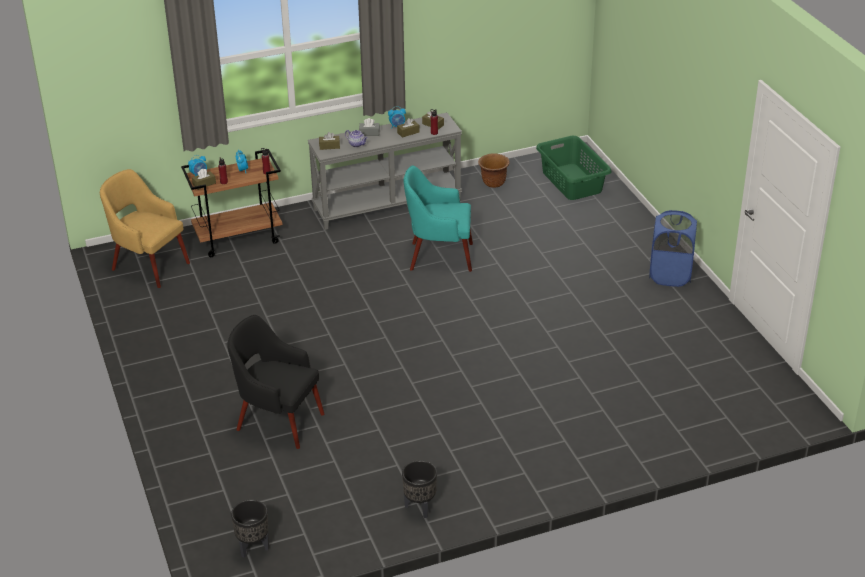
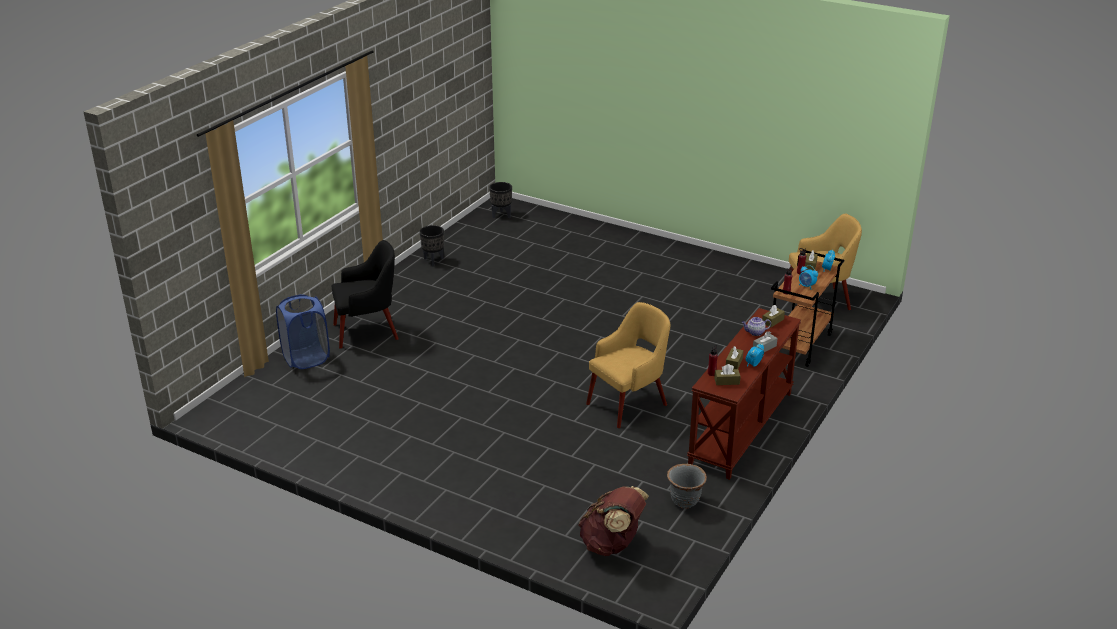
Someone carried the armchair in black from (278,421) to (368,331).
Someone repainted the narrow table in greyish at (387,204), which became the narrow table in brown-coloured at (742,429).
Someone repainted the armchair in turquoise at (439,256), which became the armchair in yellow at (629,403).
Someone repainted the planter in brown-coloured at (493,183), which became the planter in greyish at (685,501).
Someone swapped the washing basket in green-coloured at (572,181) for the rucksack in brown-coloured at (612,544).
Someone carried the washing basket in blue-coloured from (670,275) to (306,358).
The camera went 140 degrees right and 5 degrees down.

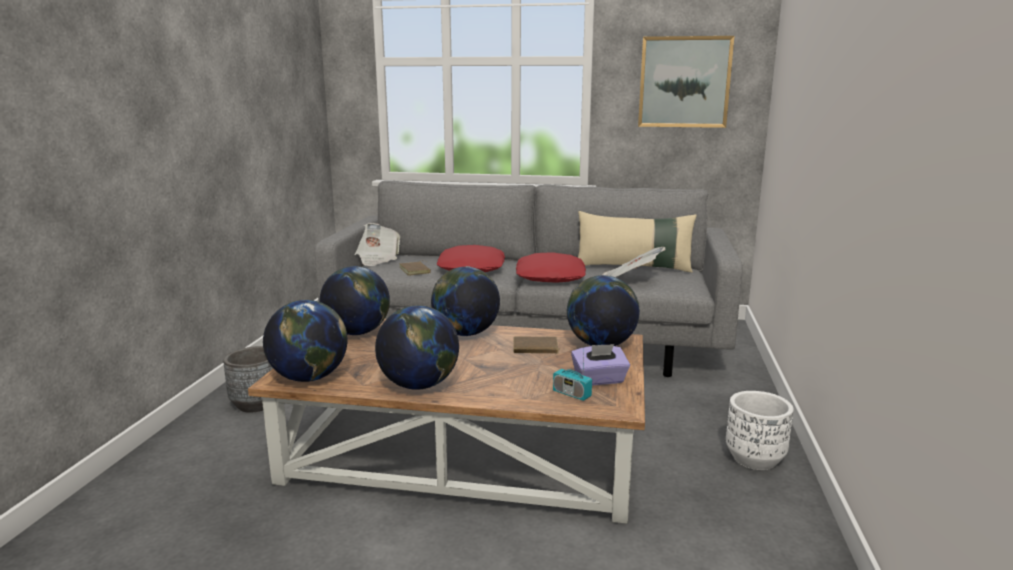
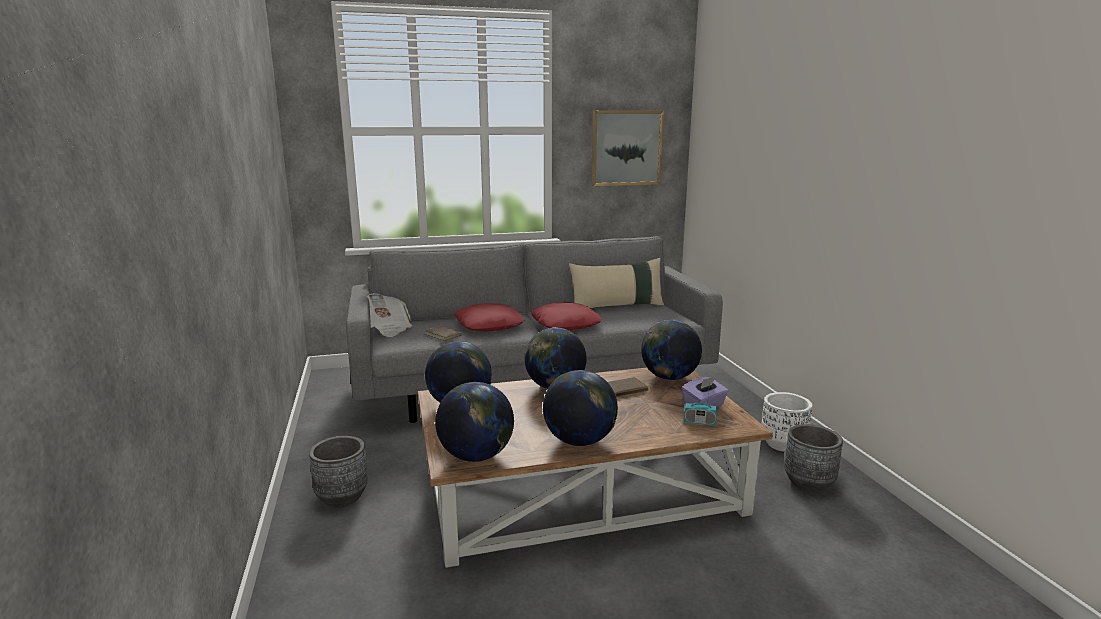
Someone took away the printed paper at (630,279).
Someone put down the planter in greyish at (809,483).
The camera went 25 degrees left and 0 degrees up.

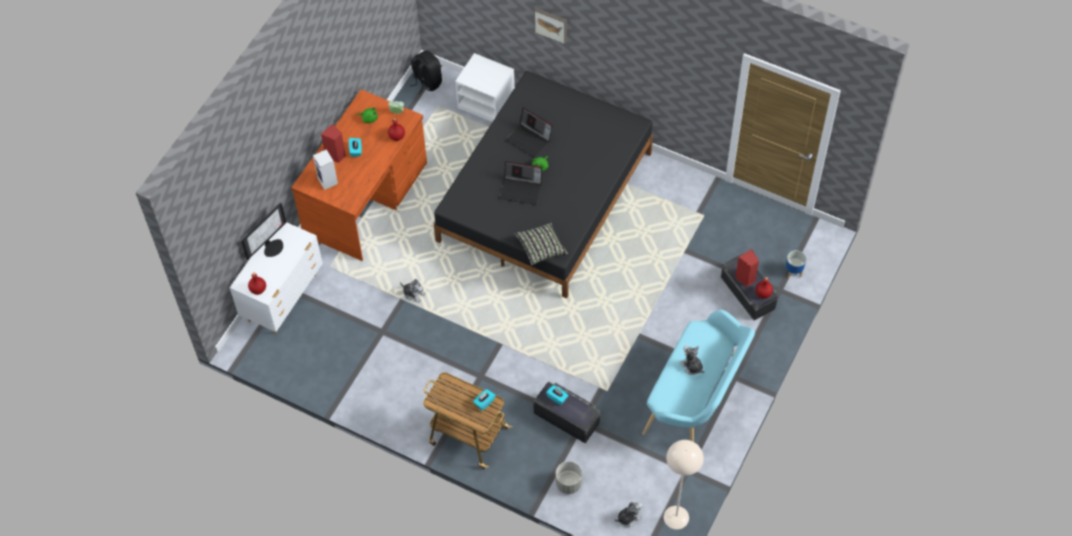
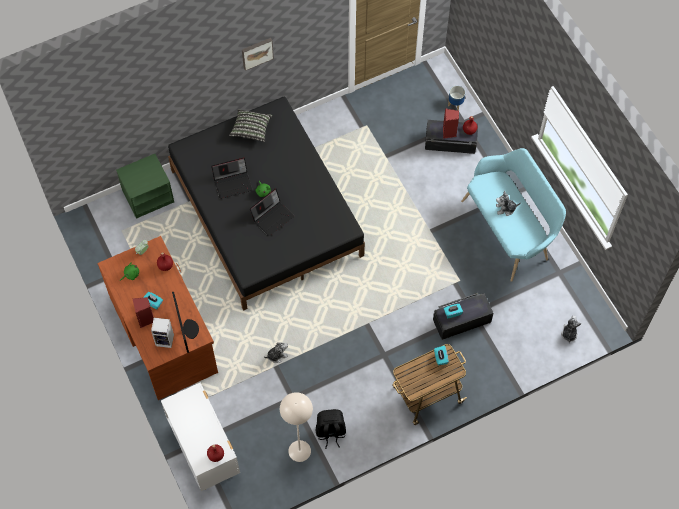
Someone carried the computer display from (272,246) to (188,329).
Someone carried the rucksack in black from (426,82) to (330,432).
Someone repainted the night table in white at (487,102), which became the night table in green-coloured at (148,195).
Someone carried the pillow from (541,248) to (251,129).
Someone carried the wall art from (551,24) to (257,52).
Someone took away the planter in greyish at (568,484).
Someone carried the standard lamp in beige-coloured from (676,517) to (299,451).
The camera went 55 degrees left and 5 degrees up.

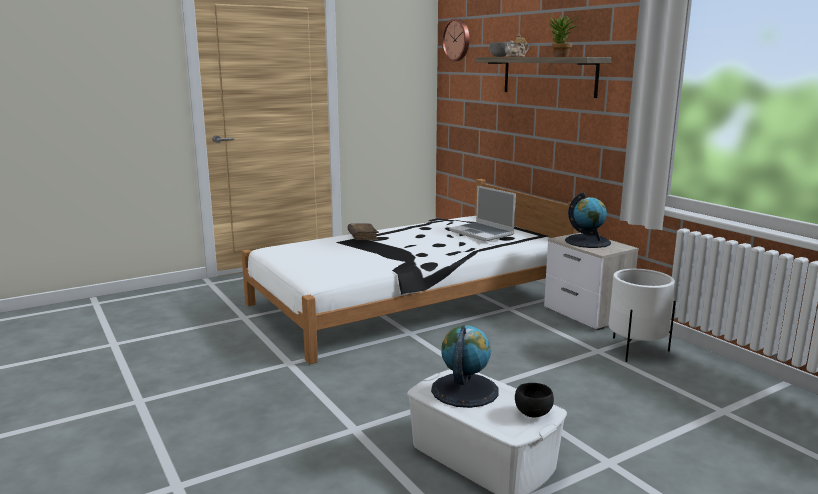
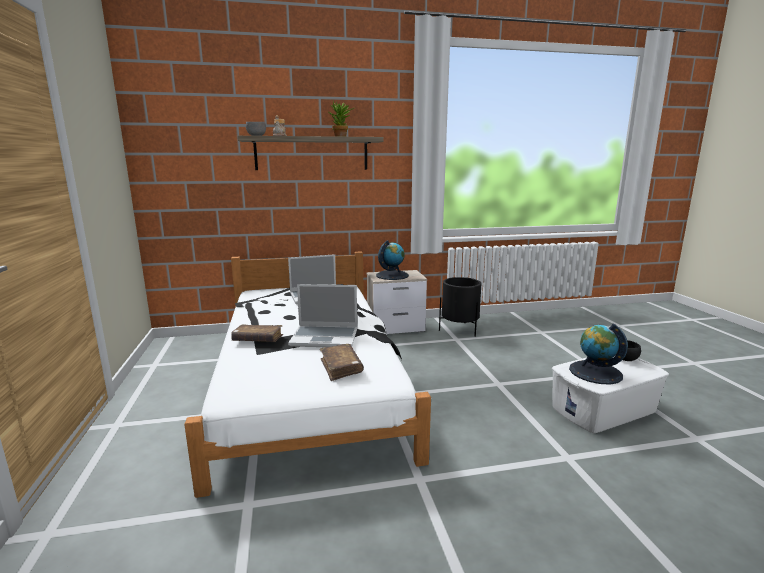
Someone took away the clock on the wall at (457,40).
Someone repainted the planter in white at (636,350), which became the planter in black at (459,329).
Someone put down the laptop at (325,337).
Someone put down the volume in brown-coloured at (341,367).
The camera went 70 degrees left and 0 degrees up.

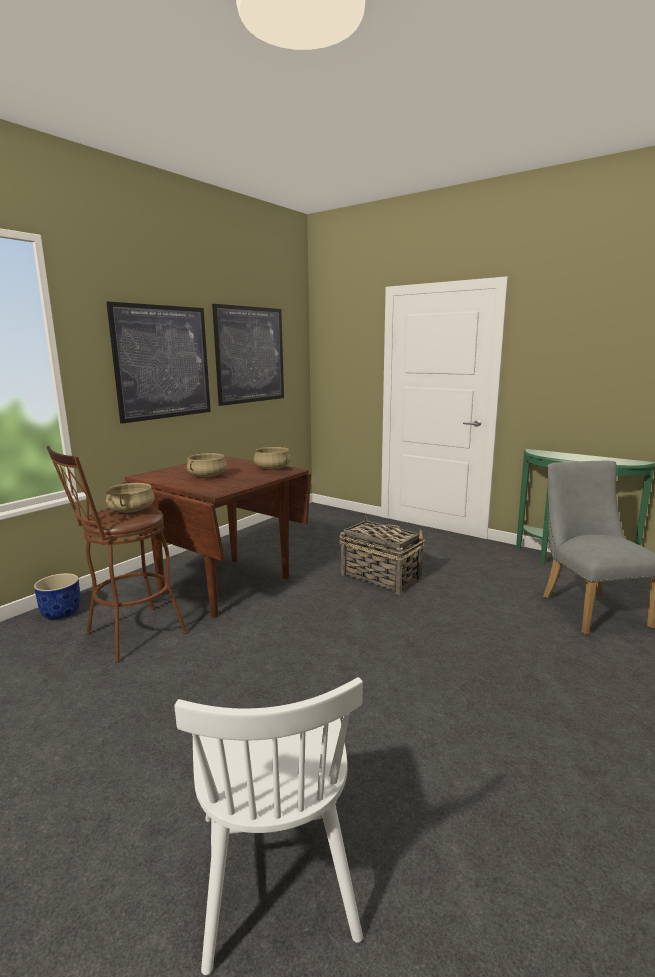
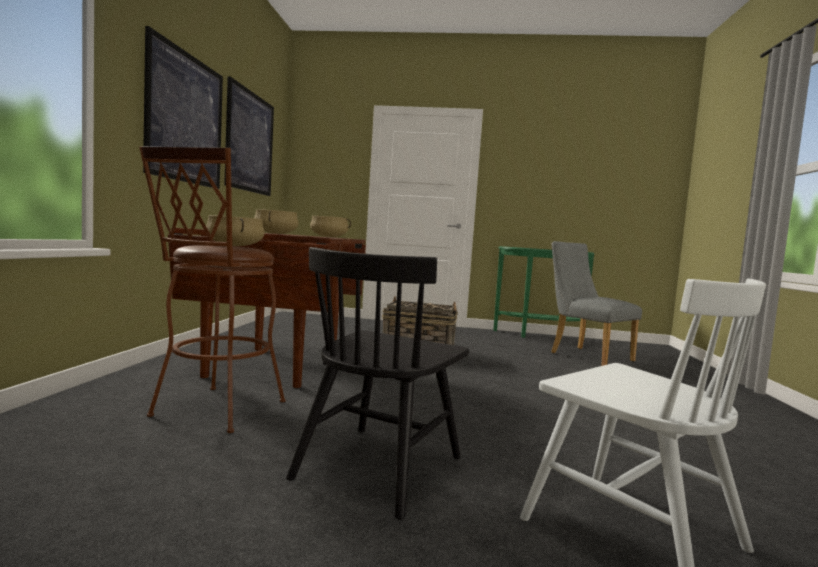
Someone took away the planter in blue-coloured at (62,612).
Someone put down the plain chair in black at (378,467).
The camera went 30 degrees left and 10 degrees down.

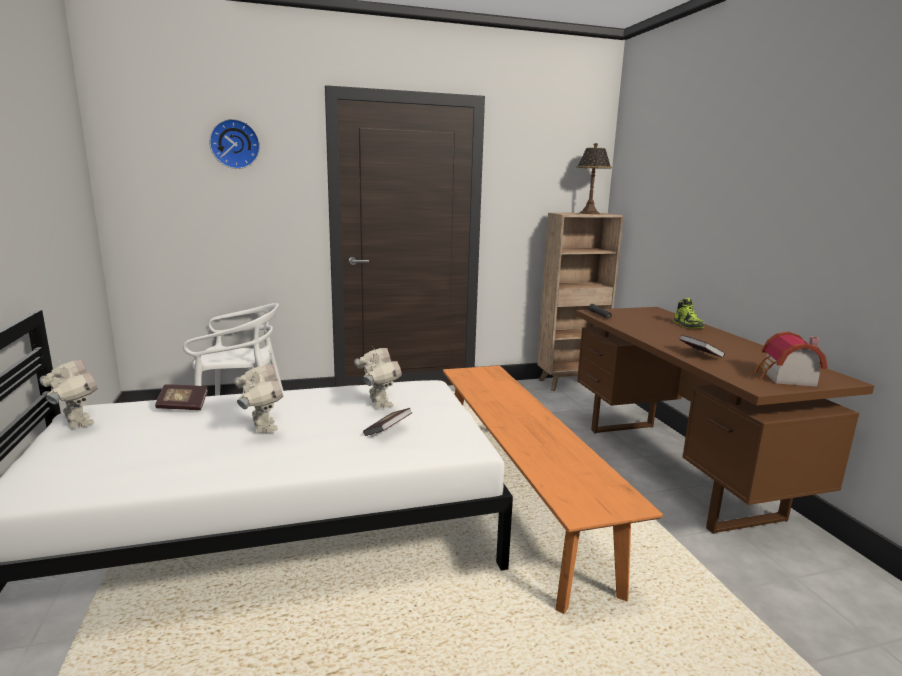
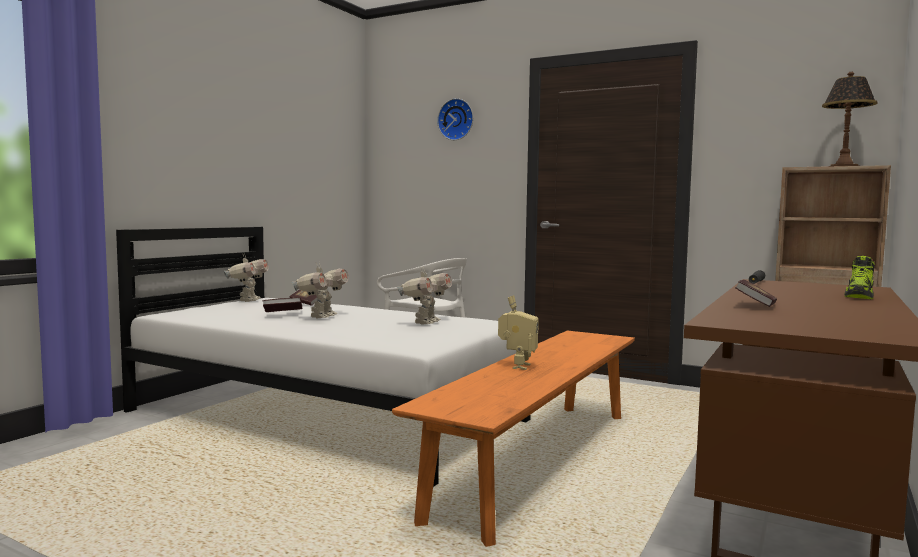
Someone carried the volume from (388,431) to (283,313).
Someone took away the miniature house at (785,378).
Someone put down the toy robot at (517,366).
The camera went 45 degrees right and 10 degrees down.

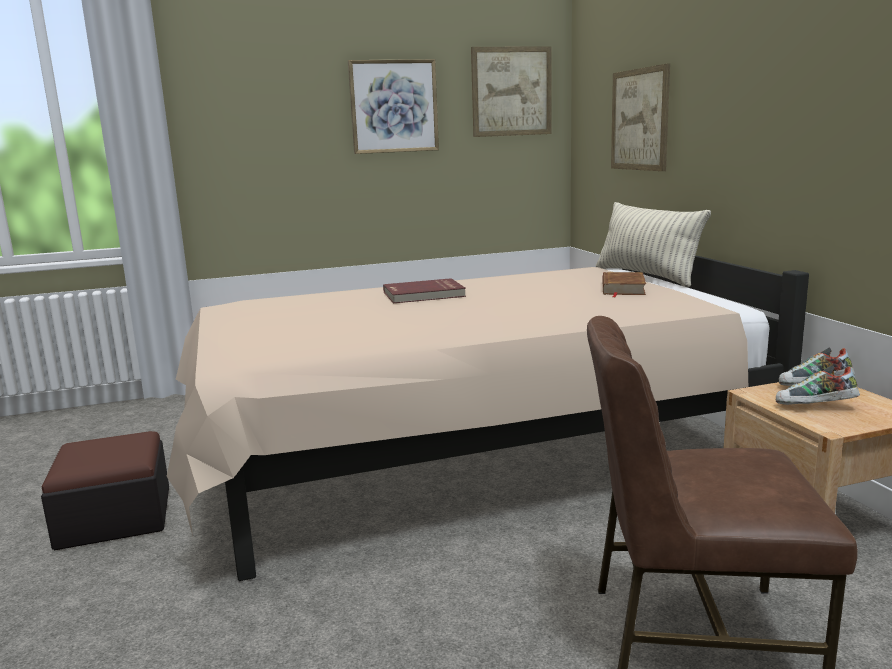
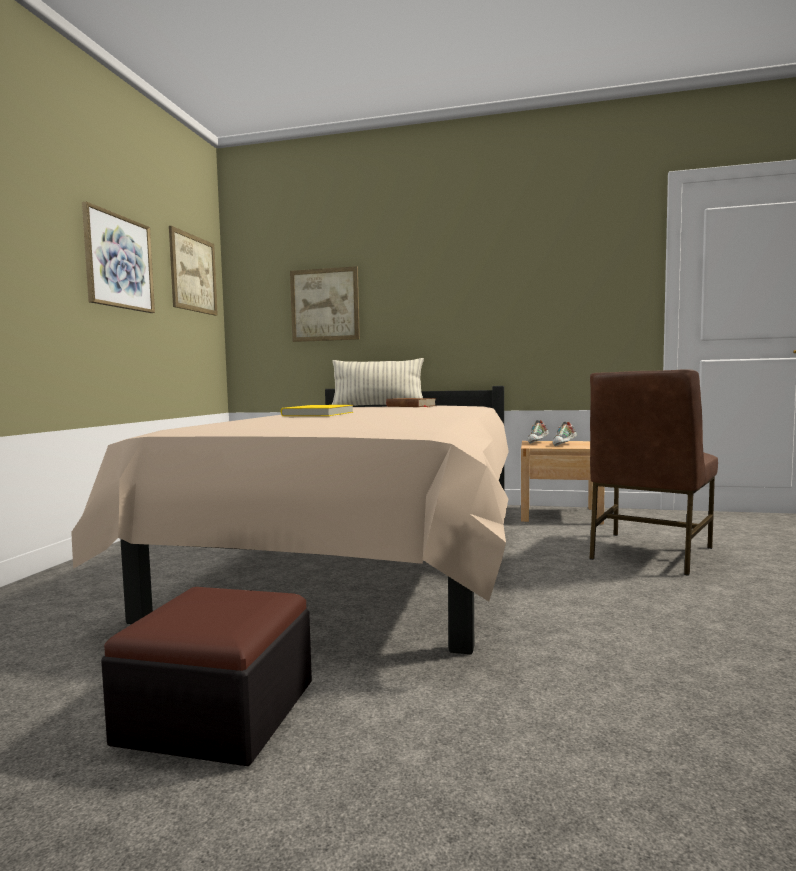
Someone repainted the volume in red-coloured at (424,294), which became the volume in yellow at (320,414).
The camera went 60 degrees left and 10 degrees down.

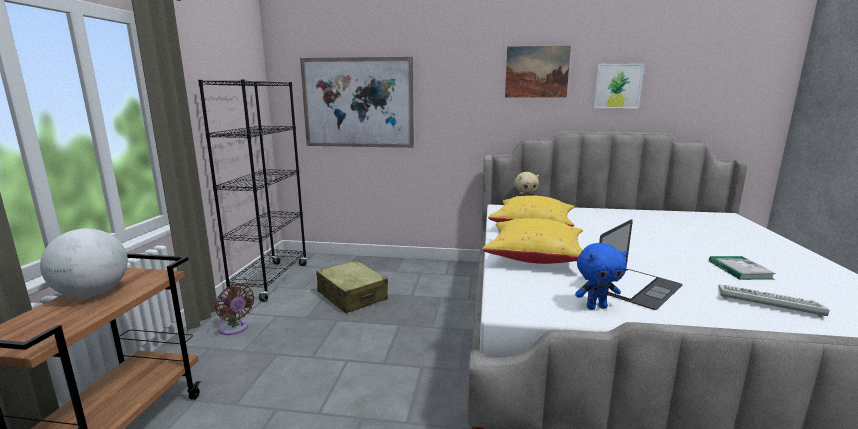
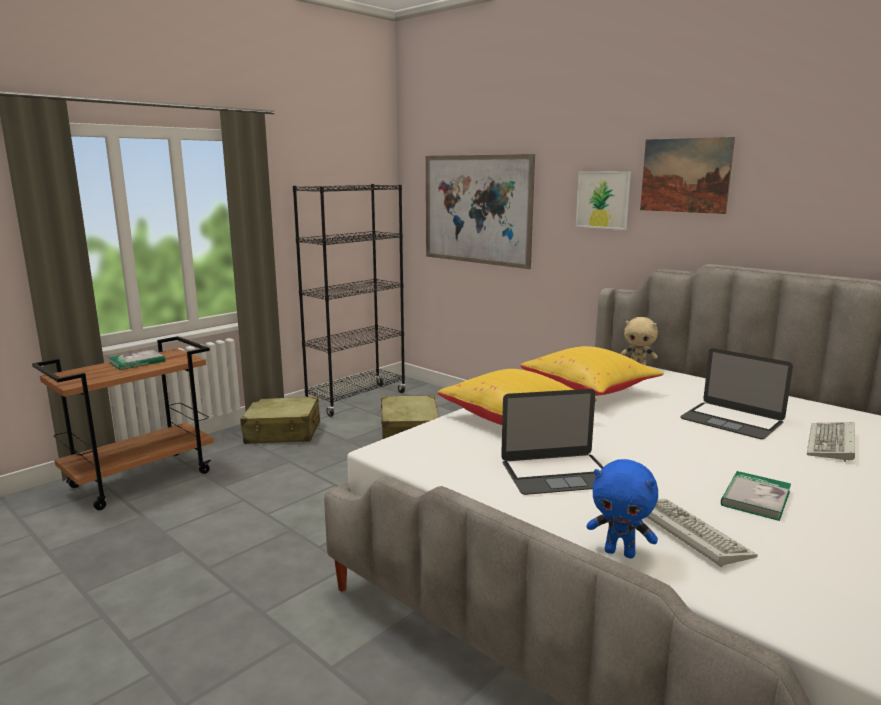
Someone swapped the globe at (92,294) for the volume at (137,362).
Someone swapped the electric fan in brown-coloured at (235,329) for the piece of luggage in beige-coloured at (283,432).
Someone carried the cuddly toy in blue-coloured from (596,307) to (620,552).
Someone carried the wall art from (617,86) to (603,200).
Someone put down the laptop at (731,420).
Someone put down the PC keyboard at (832,445).
The camera went 35 degrees right and 0 degrees up.

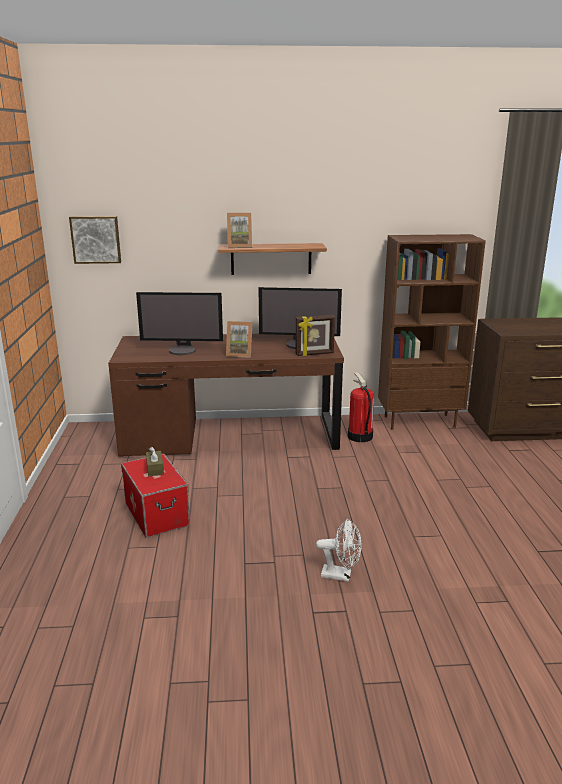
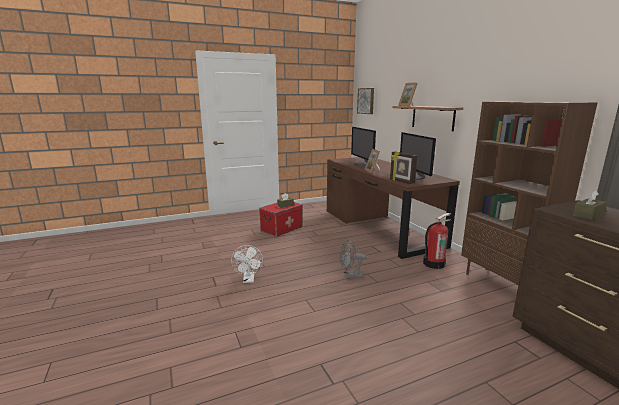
Someone put down the electric fan in greyish at (350,276).
Someone put down the tissue box in brown-coloured at (588,215).
The camera went 70 degrees right and 5 degrees down.

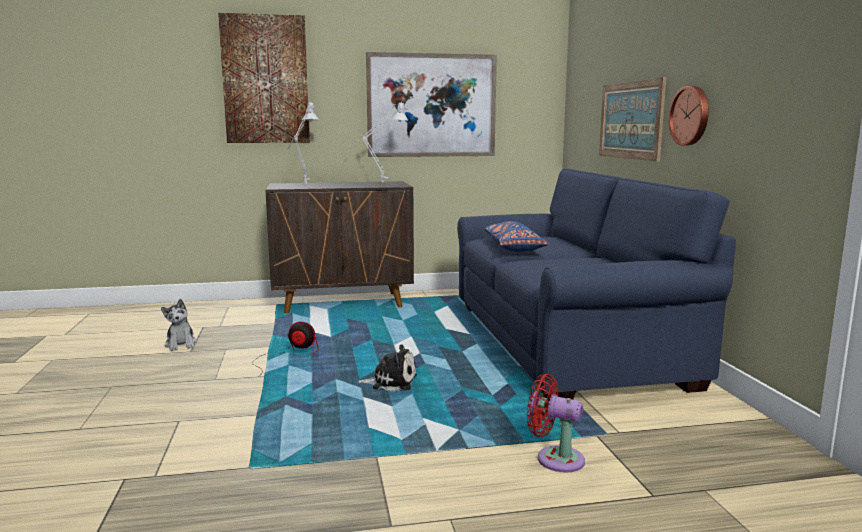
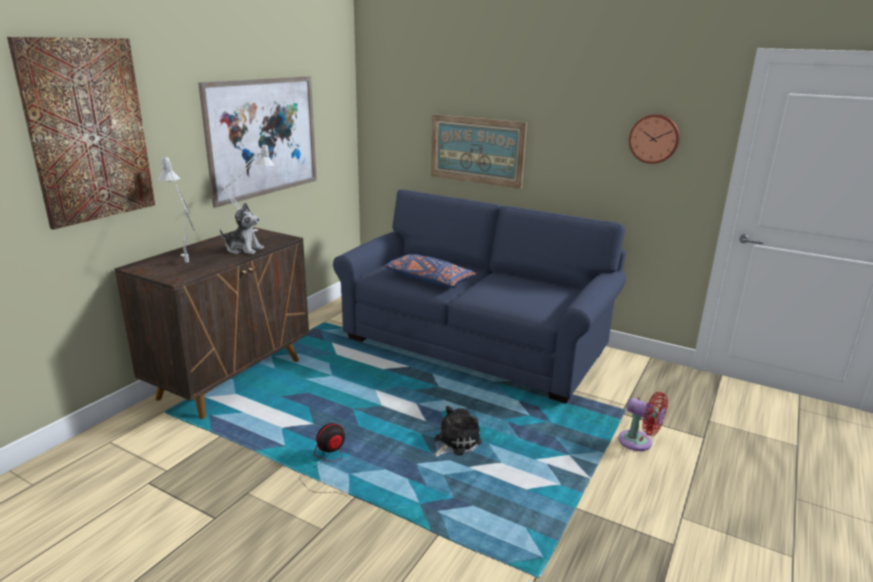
Someone carried the cuddly toy from (181,344) to (243,249).
Someone rotated the electric fan in red-coloured at (555,458) by 120 degrees counterclockwise.
Someone carried the clock on the wall from (691,115) to (654,138).
The camera went 50 degrees left and 10 degrees up.

